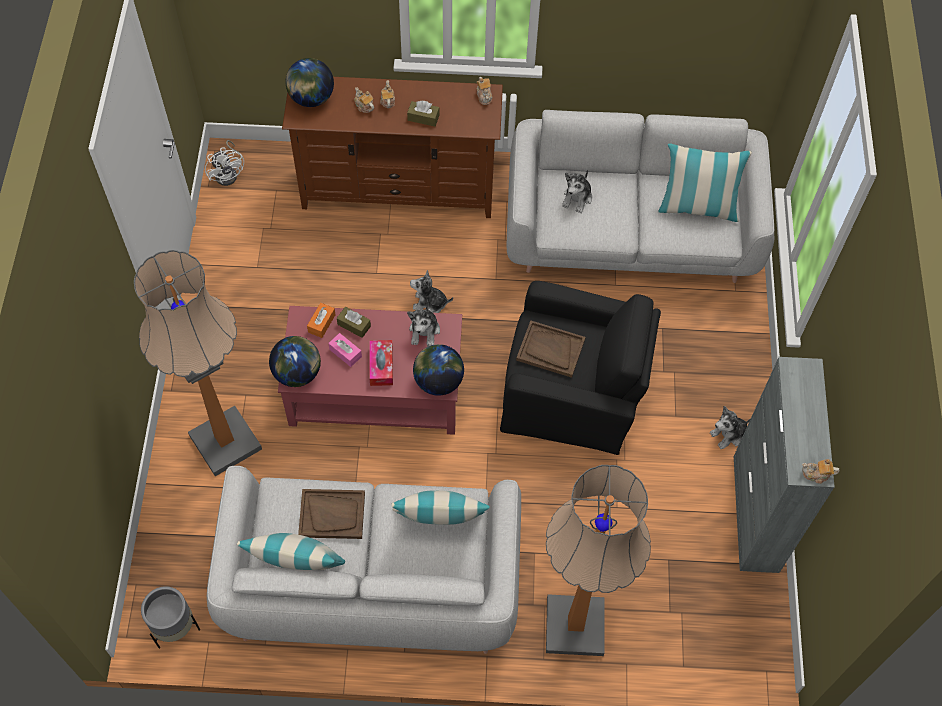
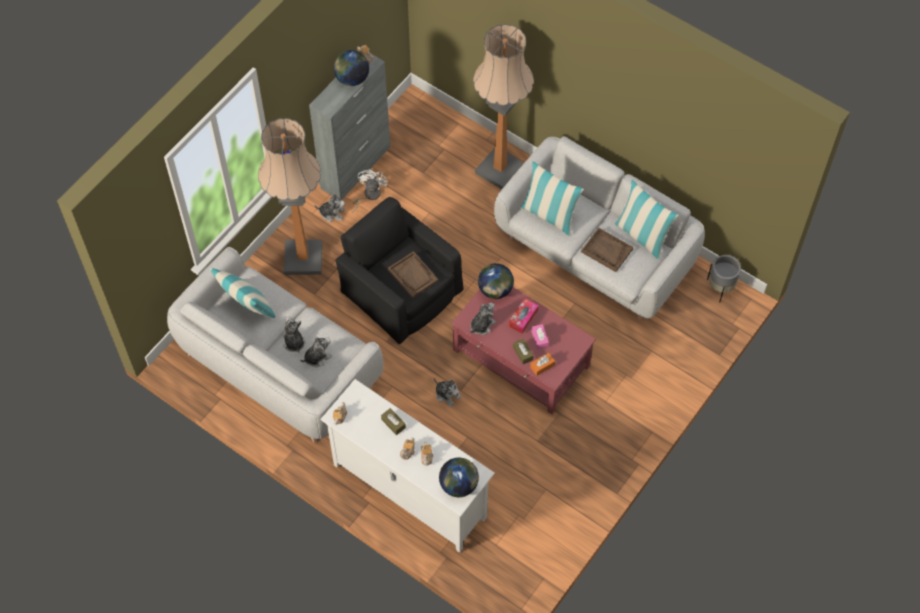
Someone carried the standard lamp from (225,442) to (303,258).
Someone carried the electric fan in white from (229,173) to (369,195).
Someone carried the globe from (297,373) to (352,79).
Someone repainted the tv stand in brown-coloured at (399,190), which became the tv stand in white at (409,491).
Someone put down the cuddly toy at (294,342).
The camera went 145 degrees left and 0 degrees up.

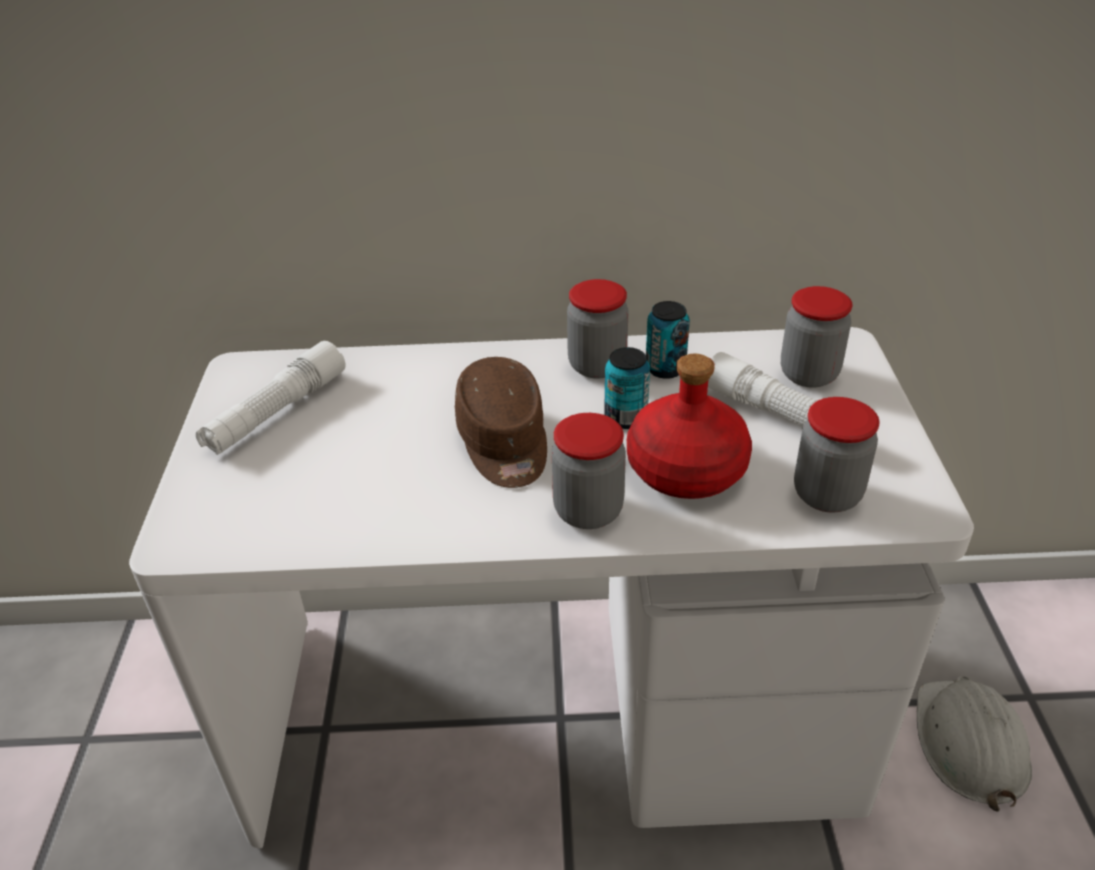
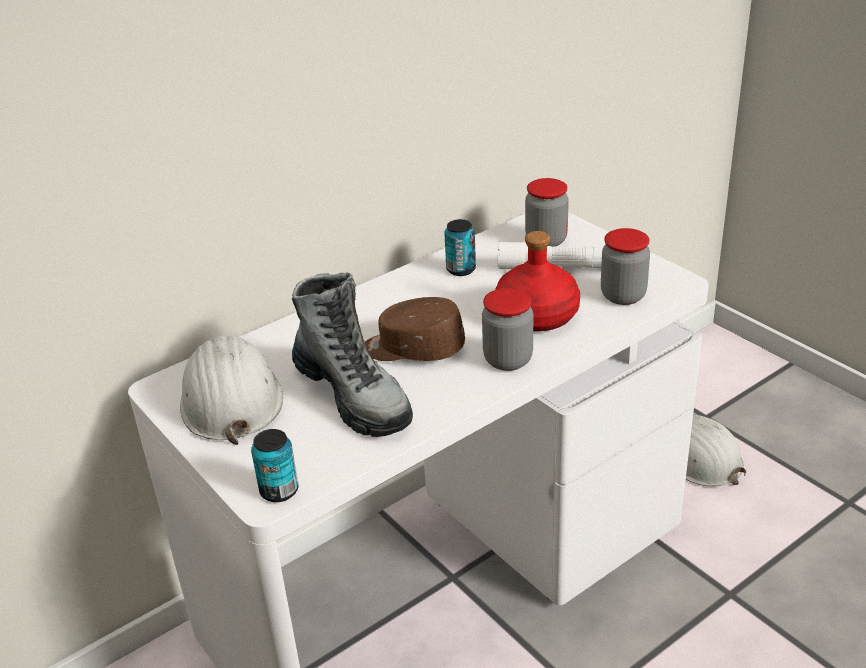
Someone swapped the torch in white at (276,412) for the work helmet in white at (230,399).
Someone rotated the peaked cap in brown-coloured at (504,443) by 150 degrees clockwise.
Someone took away the storage jar at (597,366).
Someone carried the can from (625,417) to (279,491).
Someone put down the high-top boot at (353,395).
The camera went 35 degrees left and 5 degrees down.

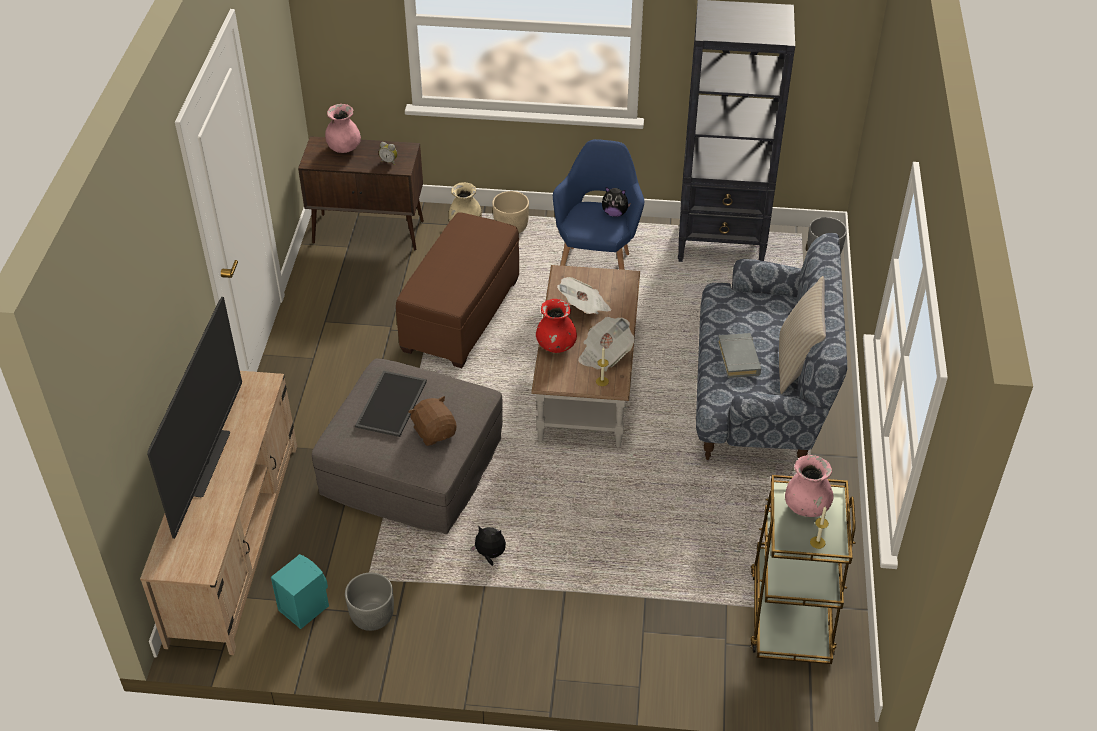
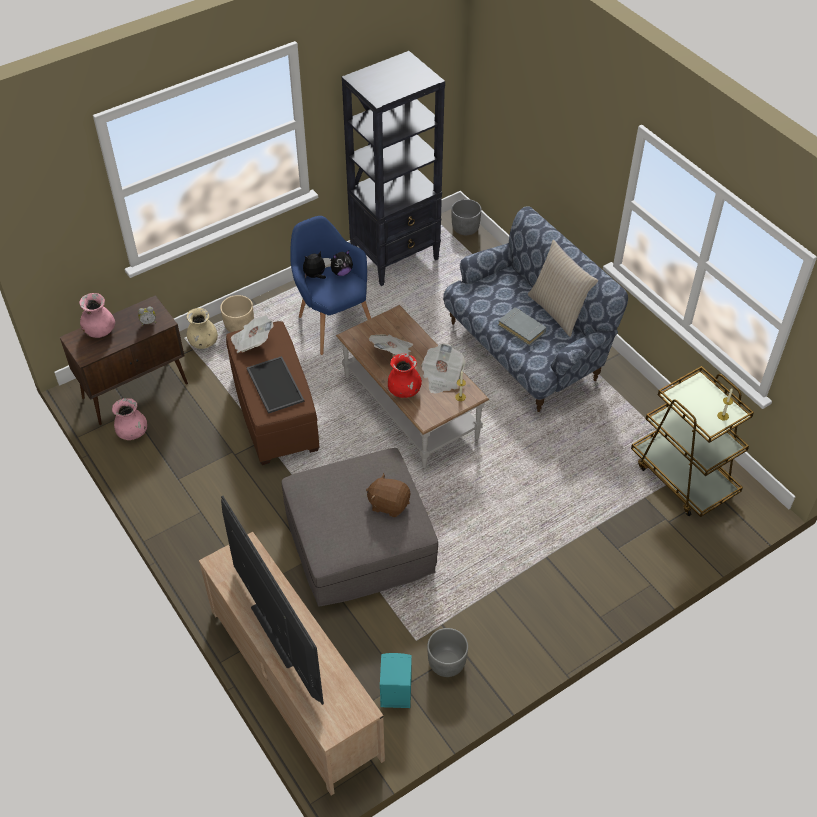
Someone carried the carrying tray from (390,403) to (273,384).
Someone carried the cuddly toy from (490,555) to (315,276).
Someone carried the flower vase in pink from (806,506) to (132,432).
Someone put down the printed paper at (252,342).
The camera went 40 degrees left and 5 degrees up.

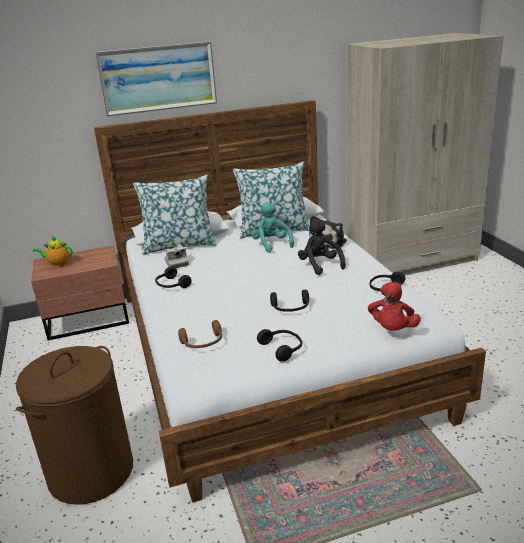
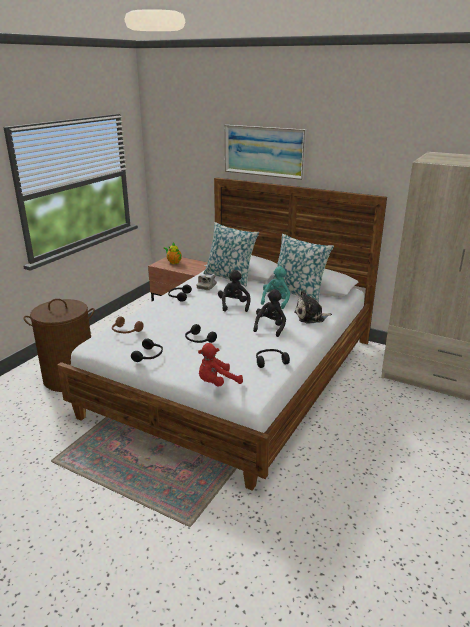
Someone put down the cuddly toy in black at (234,305).
The camera went 45 degrees right and 0 degrees up.

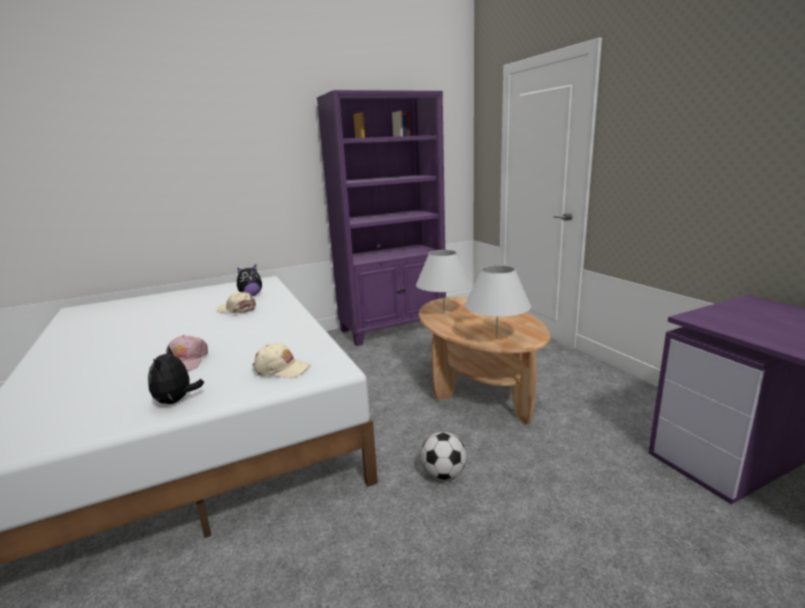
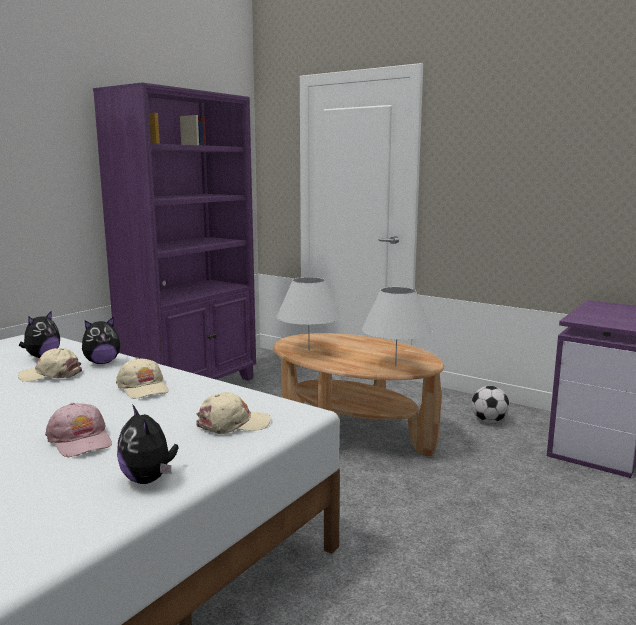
Someone carried the ball for football from (444,474) to (488,421).
Someone put down the cuddly toy at (102,362).
Someone put down the peaked cap in beige-coloured at (143,388).
The camera went 30 degrees left and 5 degrees down.

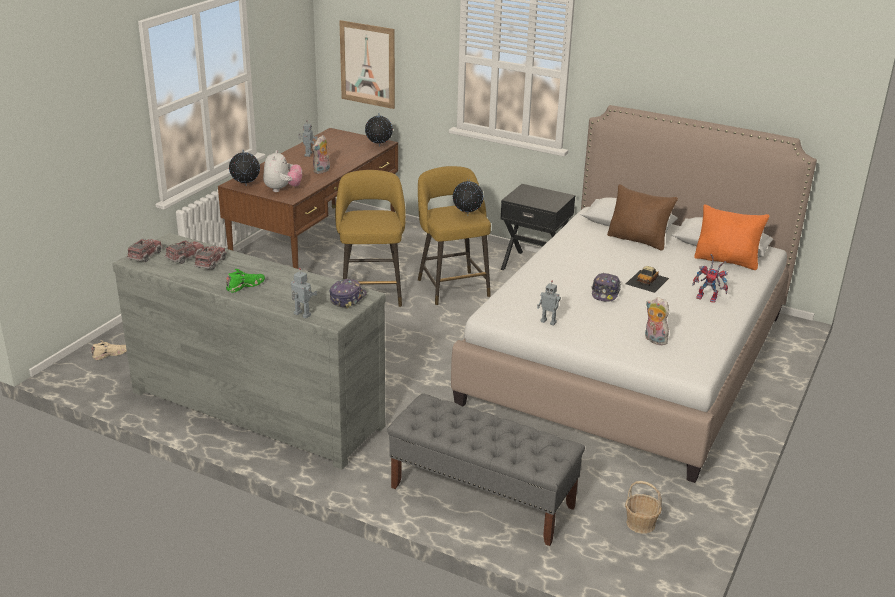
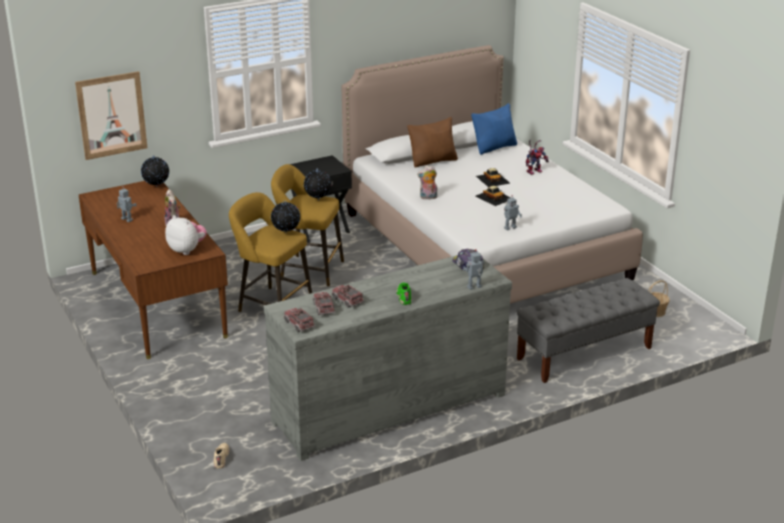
Someone carried the globe from (245,186) to (286,233).
Someone swapped the peaked cap at (605,293) for the miniature car at (494,197).
Someone carried the cuddly toy from (654,340) to (428,197).
Someone repainted the pillow in orange-coloured at (727,261), which became the pillow in blue-coloured at (494,147).
The camera went 55 degrees left and 0 degrees up.

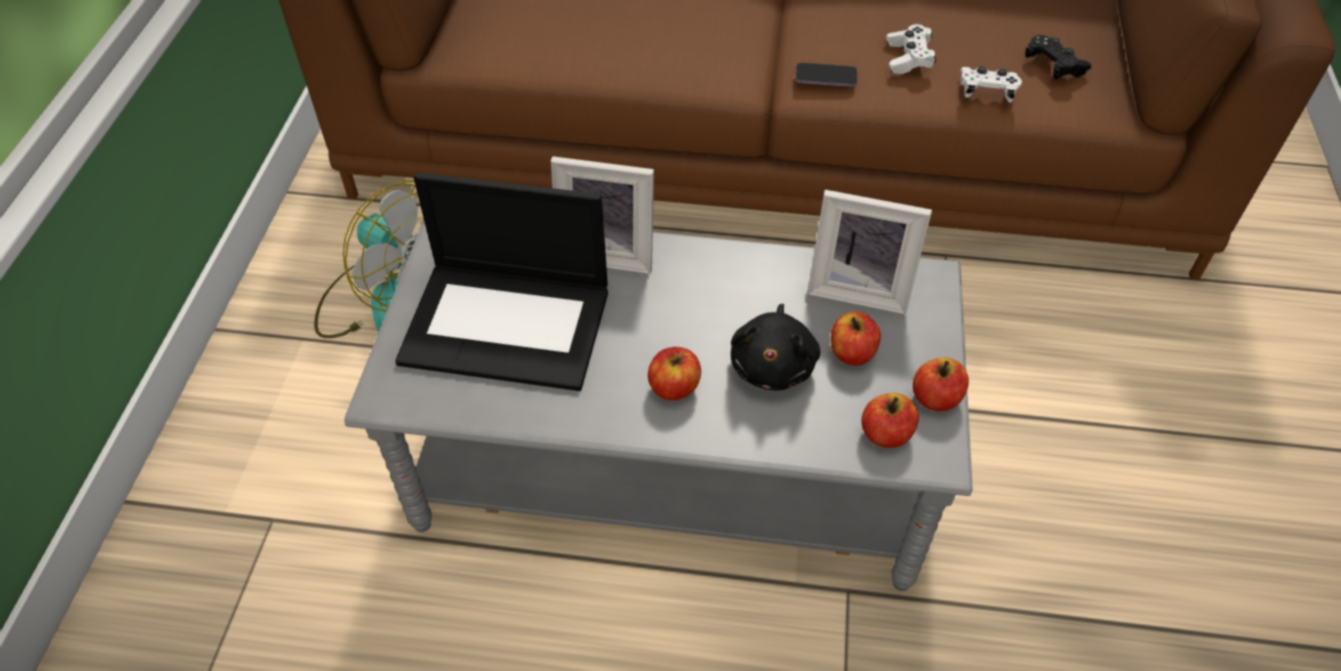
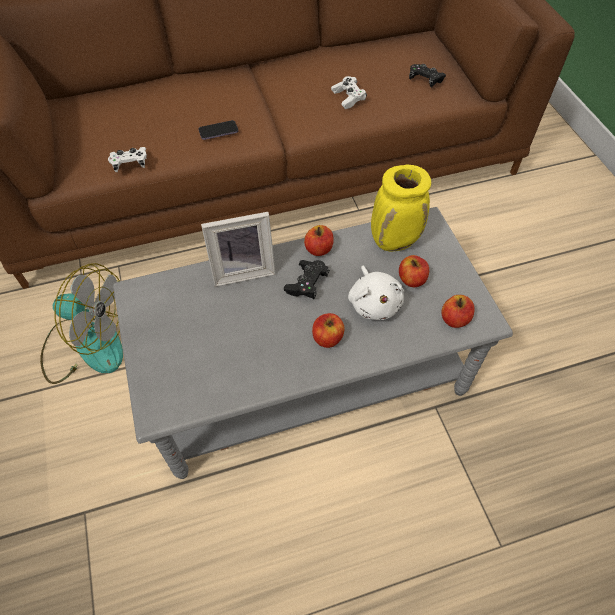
Someone took away the laptop at (509,324).
Someone repainted the cuddly toy in black at (773,364), which became the cuddly toy in white at (374,302).
Someone carried the phone from (825,77) to (218,131).
Someone swapped the photo frame at (859,288) for the flower vase in yellow at (395,241).
Someone carried the whole apple from (936,398) to (319,249).
Someone carried the game controller in white from (986,92) to (130,164).
Someone put down the game controller in black at (307,284).
The camera went 25 degrees left and 5 degrees up.

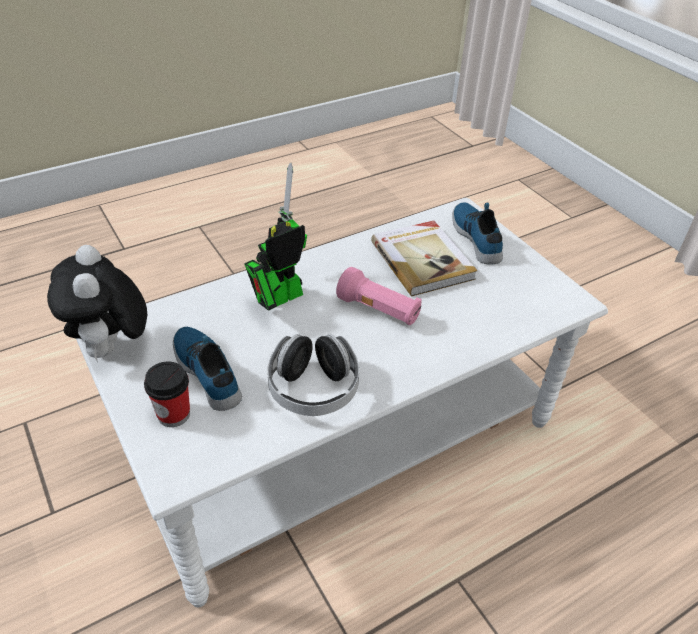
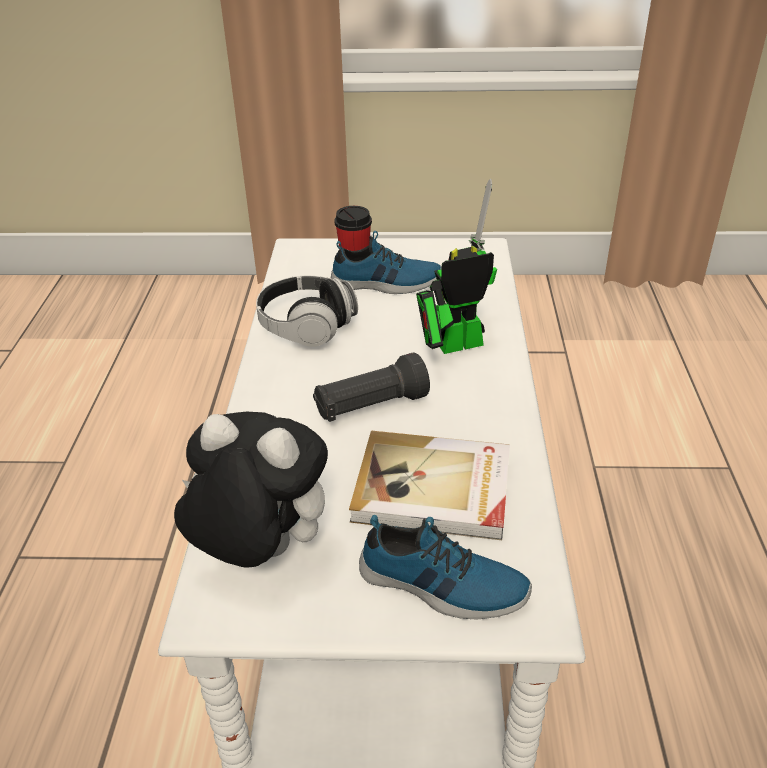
Someone carried the cuddly toy from (112,349) to (259,551).
Someone rotated the toy robot at (278,299) by 105 degrees counterclockwise.
Someone repainted the torch in pink at (379,310), which became the torch in black at (370,406).
The camera went 125 degrees right and 5 degrees down.

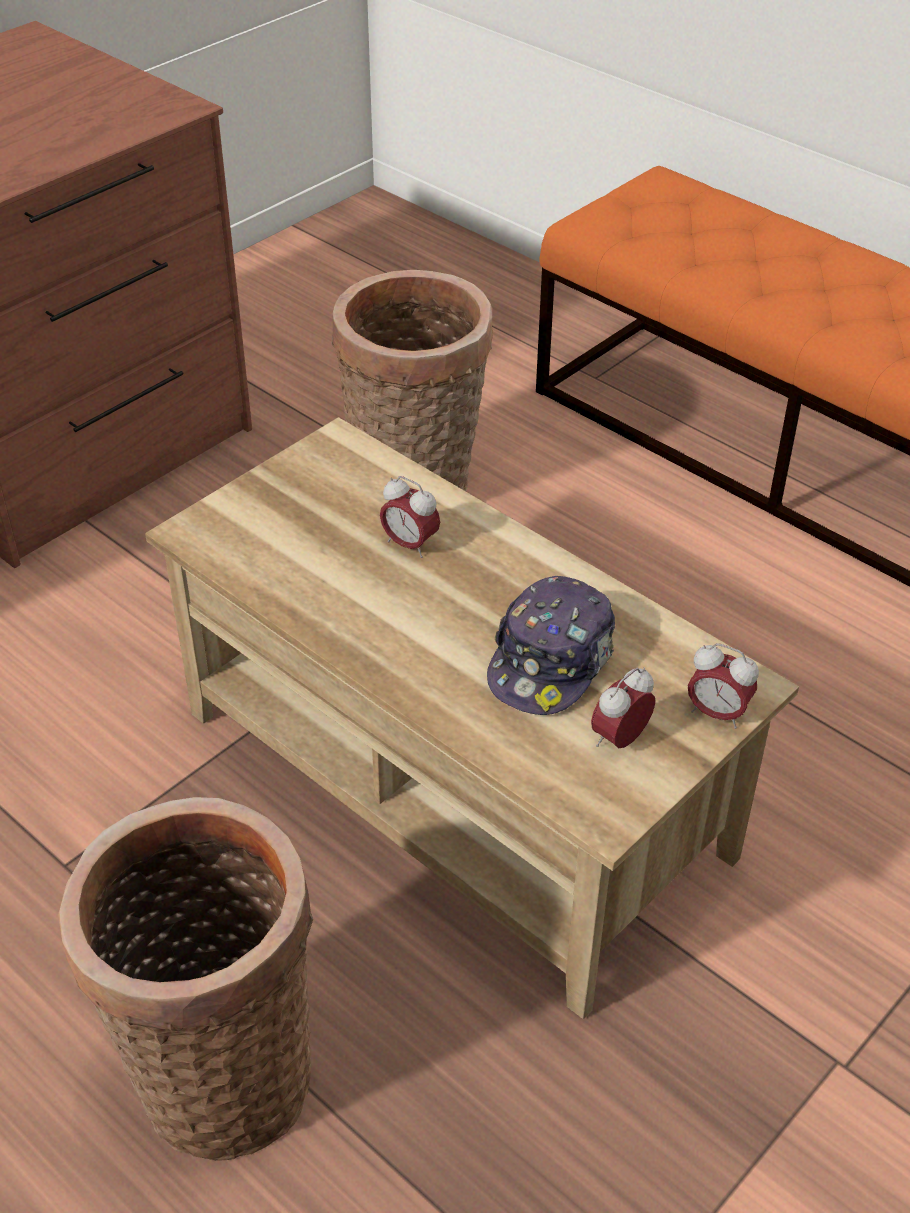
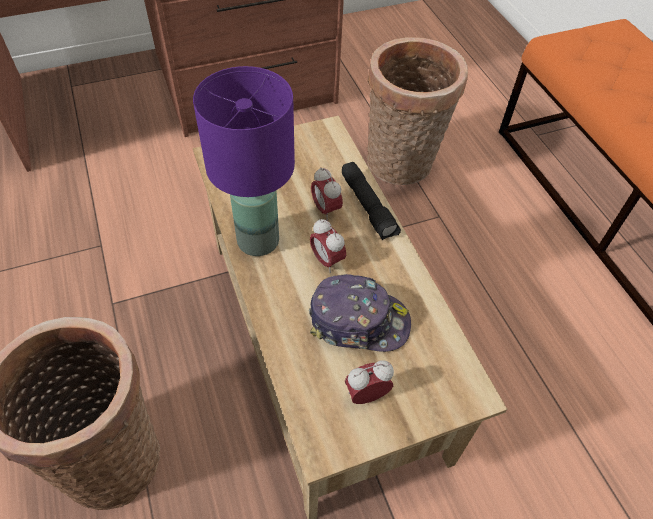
Someone rotated the peaked cap at (551,661) by 135 degrees counterclockwise.
Someone carried the alarm clock from (717,713) to (327,260).
Someone put down the tabletop lamp in purple at (259,240).
Someone put down the torch in black at (369,207).
The camera went 25 degrees right and 10 degrees up.

